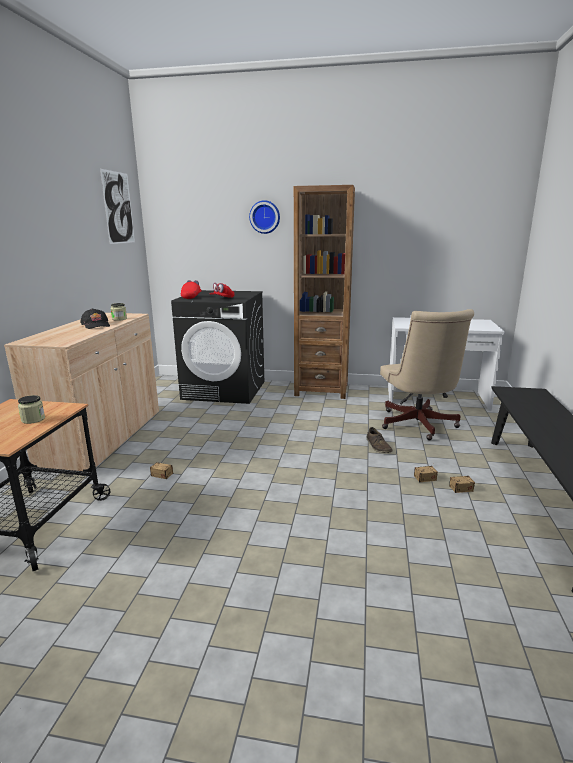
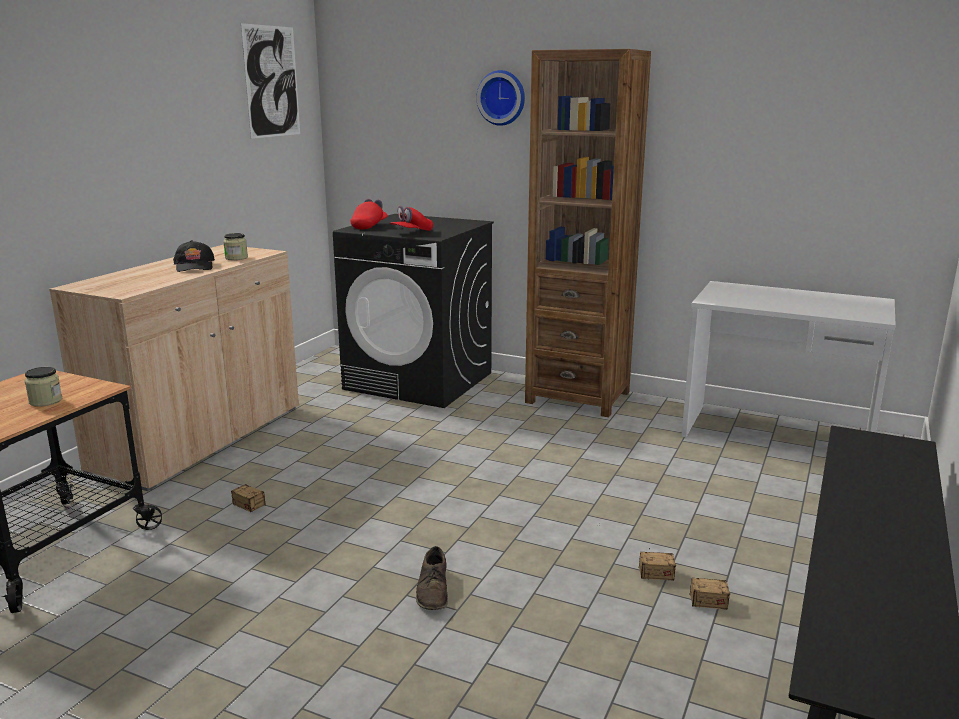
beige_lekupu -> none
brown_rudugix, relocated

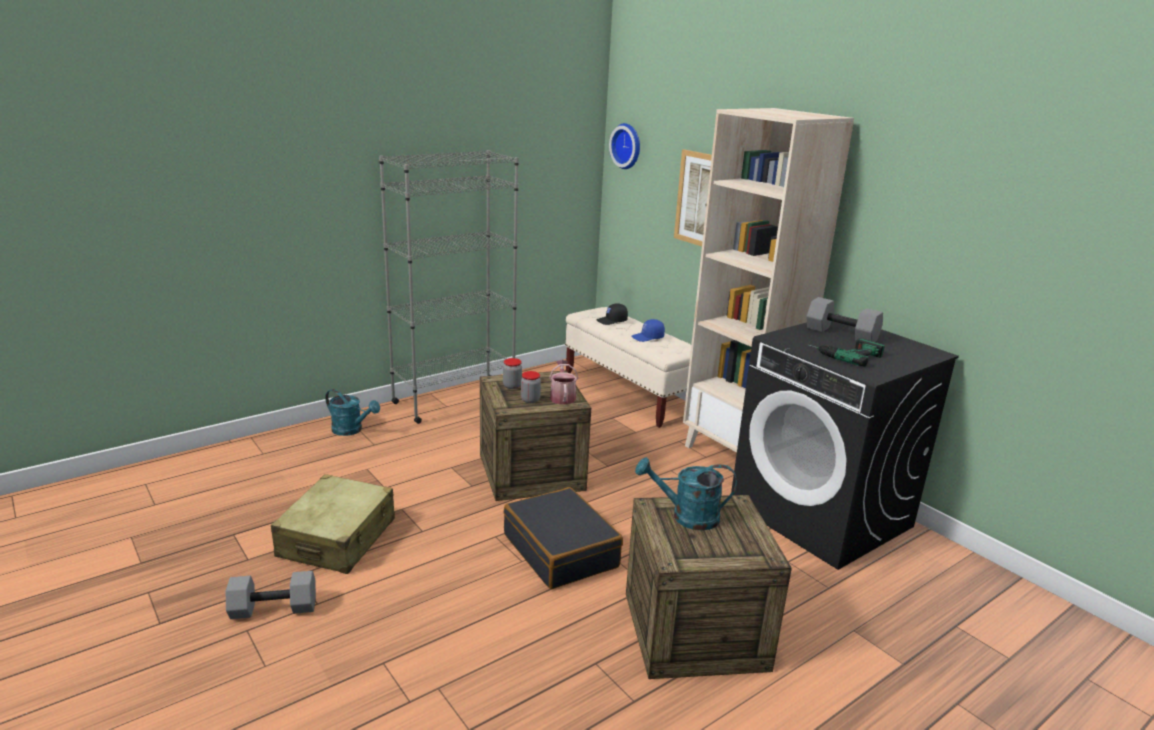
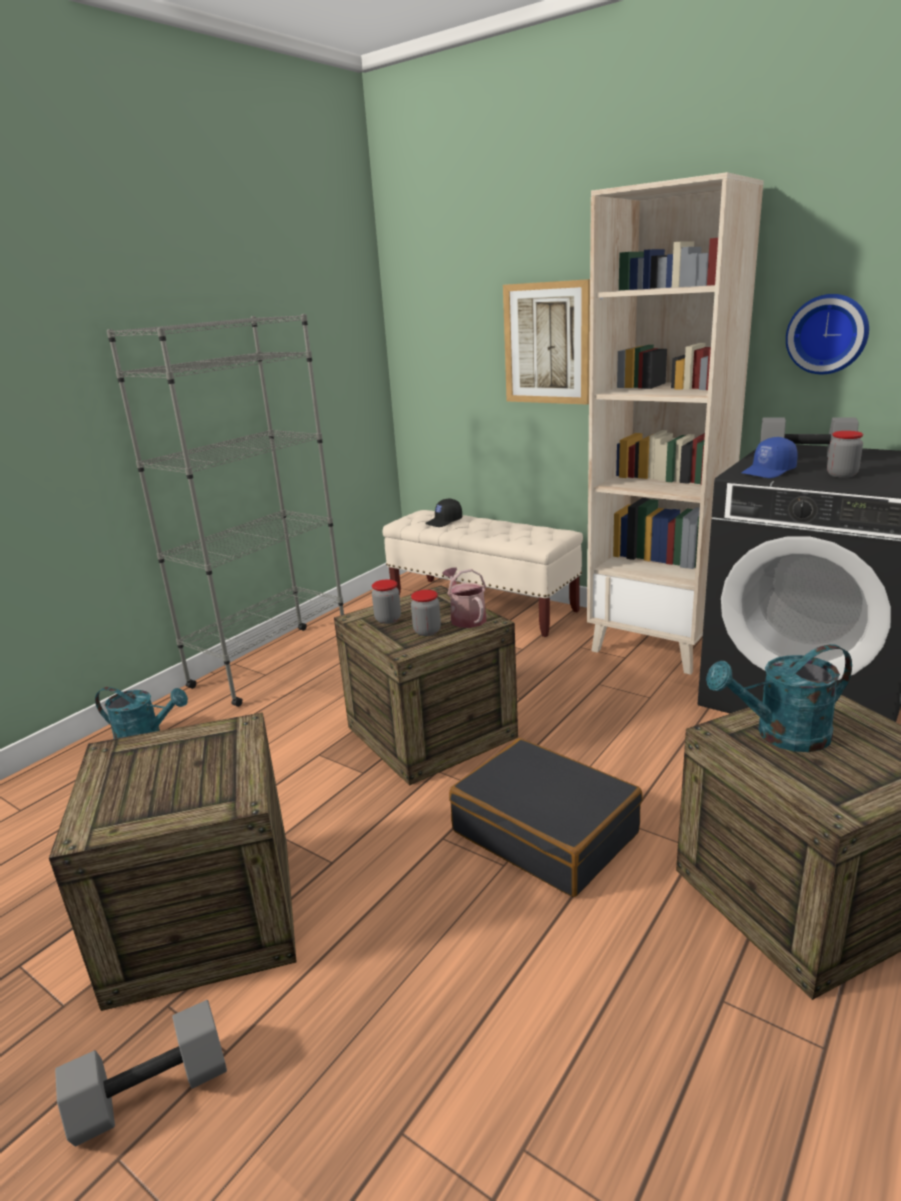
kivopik, relocated
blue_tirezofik, relocated
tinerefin -> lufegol (no. 3 from left)
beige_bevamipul -> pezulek (no. 1 from left)

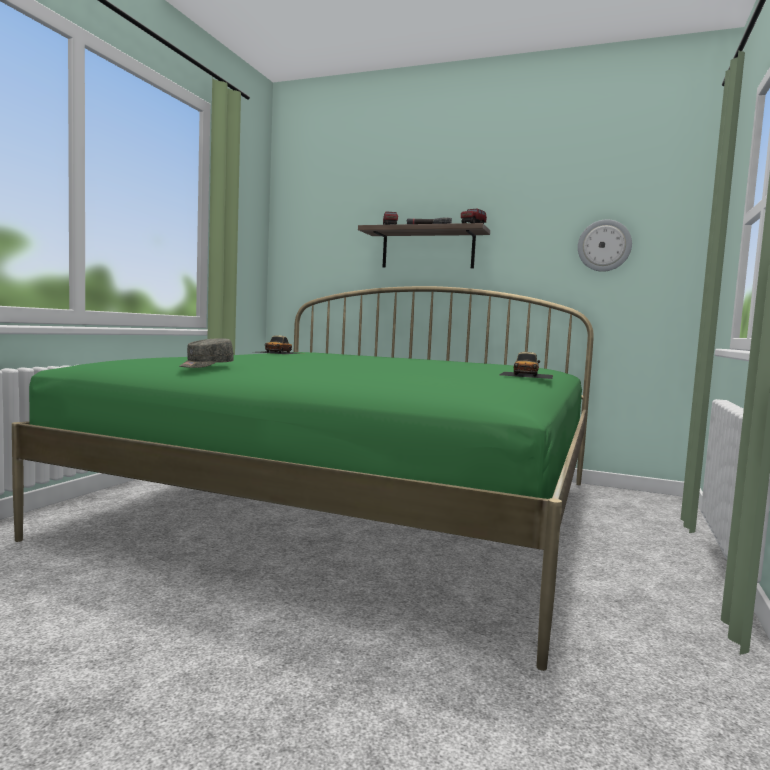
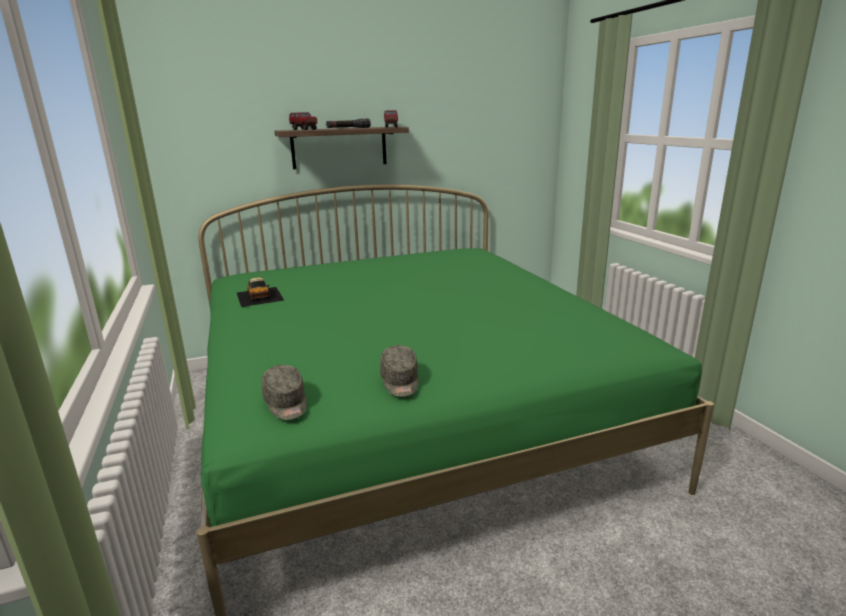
kivopik -> none
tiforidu (no. 2 from left) -> none
none -> grey_tirezofik (no. 1 from left)

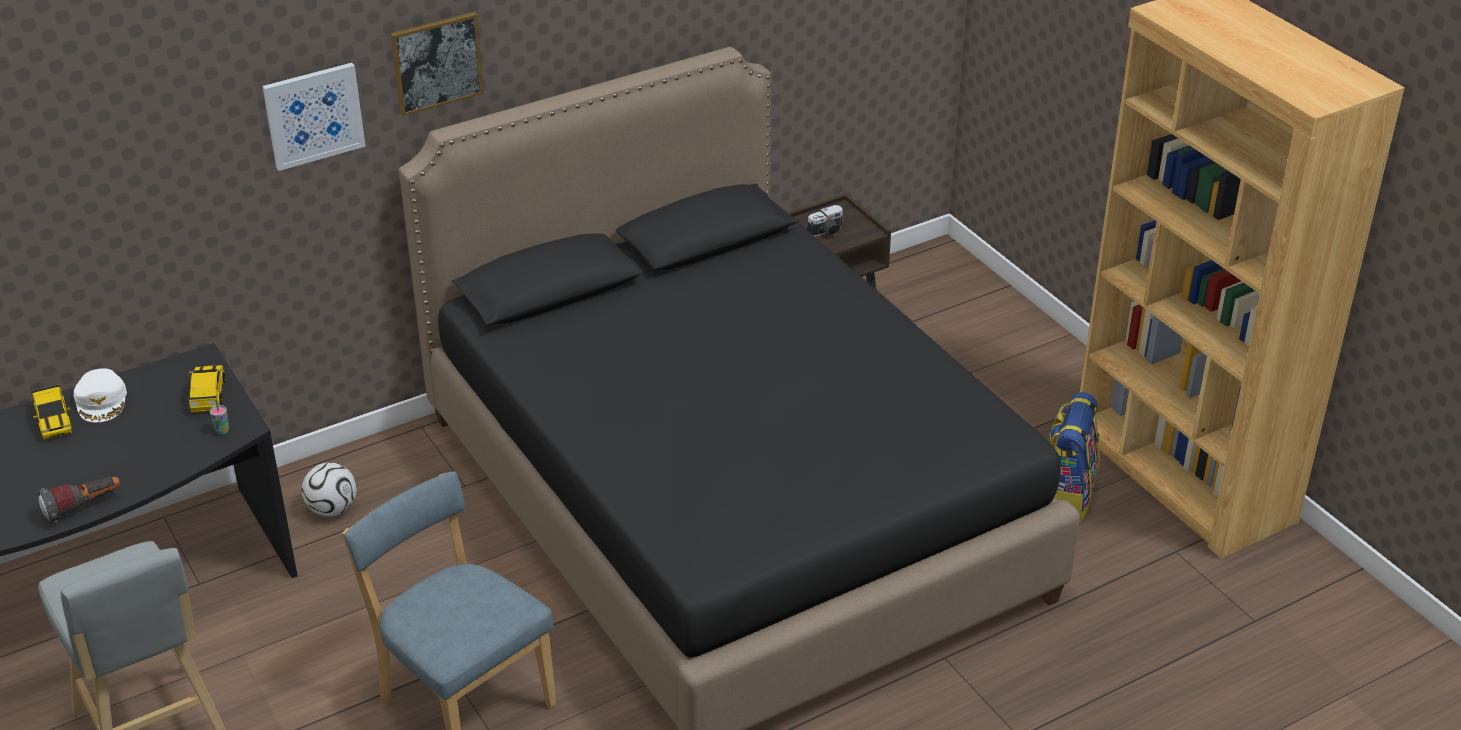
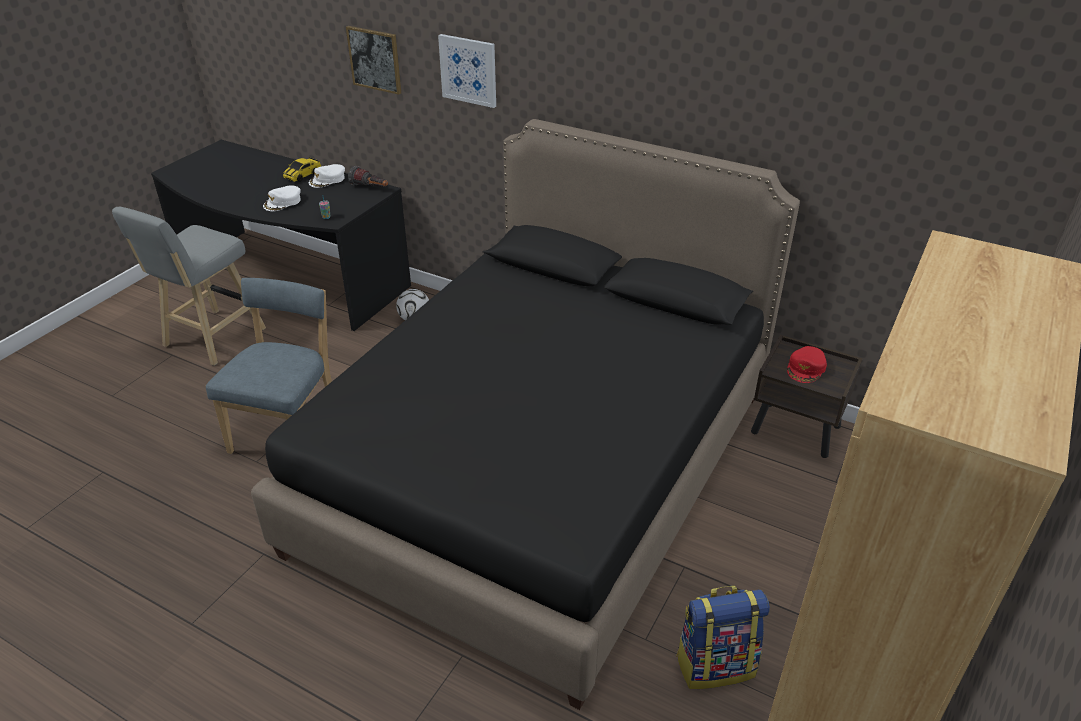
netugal (no. 2 from left in the first image) -> netugal (no. 1 from left), relocated
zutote -> red_tirezofik
tiforidu (no. 2 from left) -> none
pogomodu, relocated
none -> white_tirezofik (no. 1 from left)

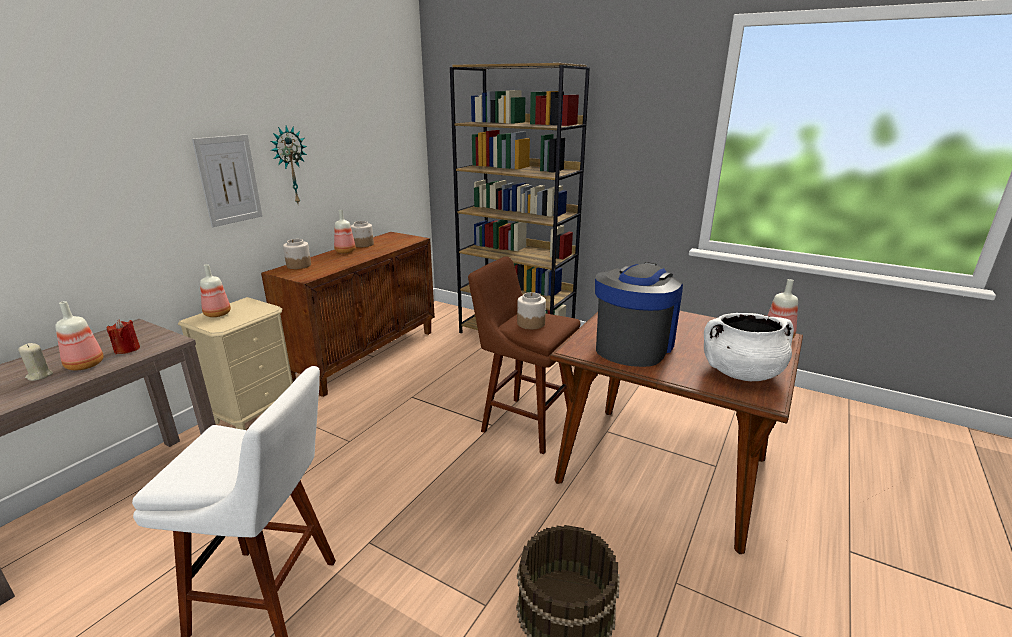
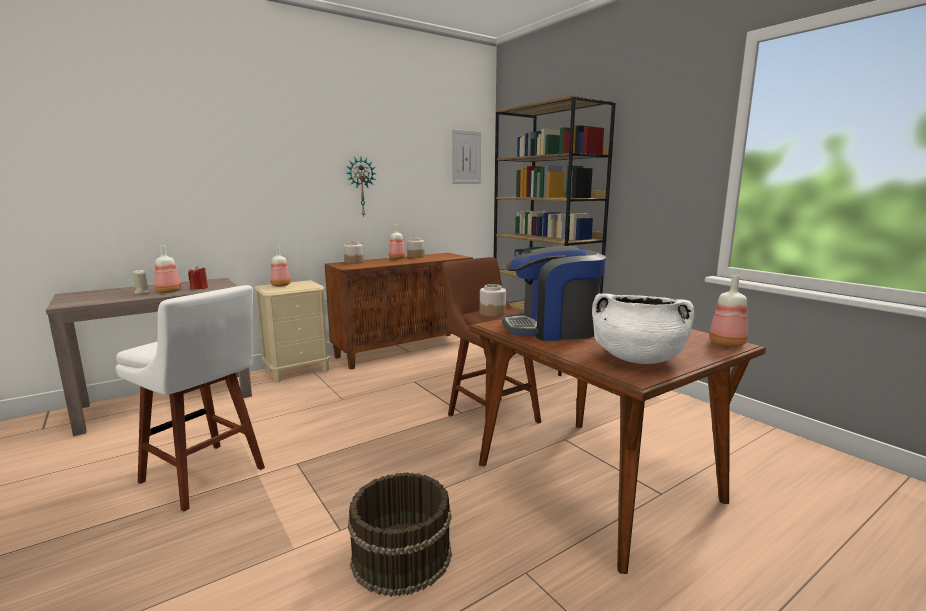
netugal, relocated
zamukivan, 150 degrees counterclockwise

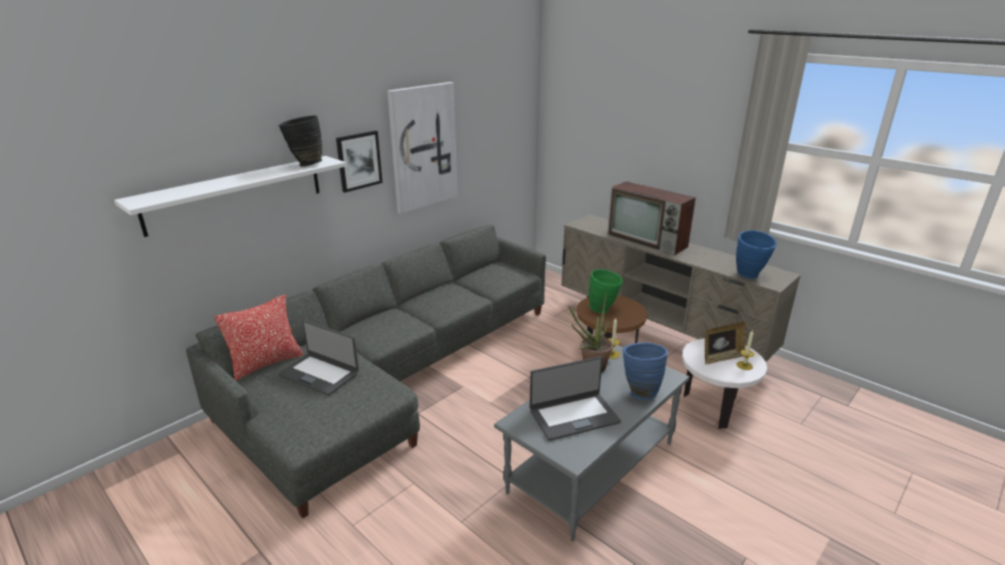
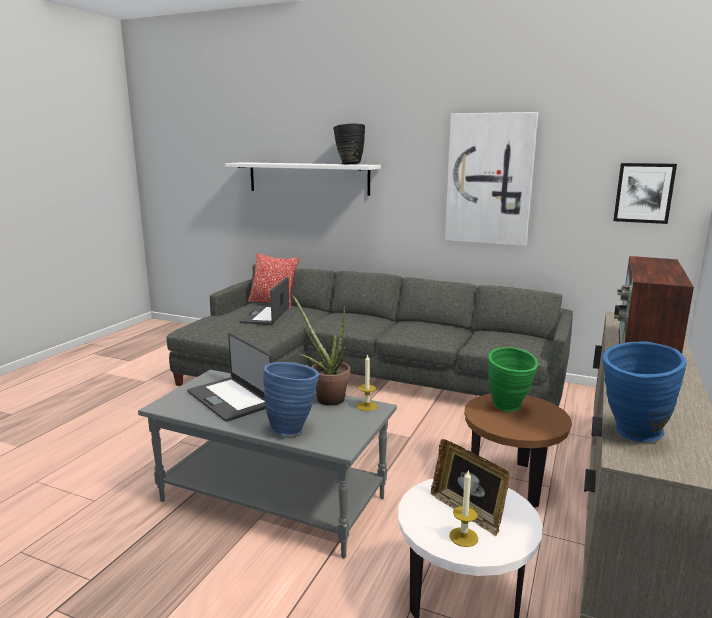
netugal (no. 1 from left in the first image) -> netugal (no. 2 from left), relocated

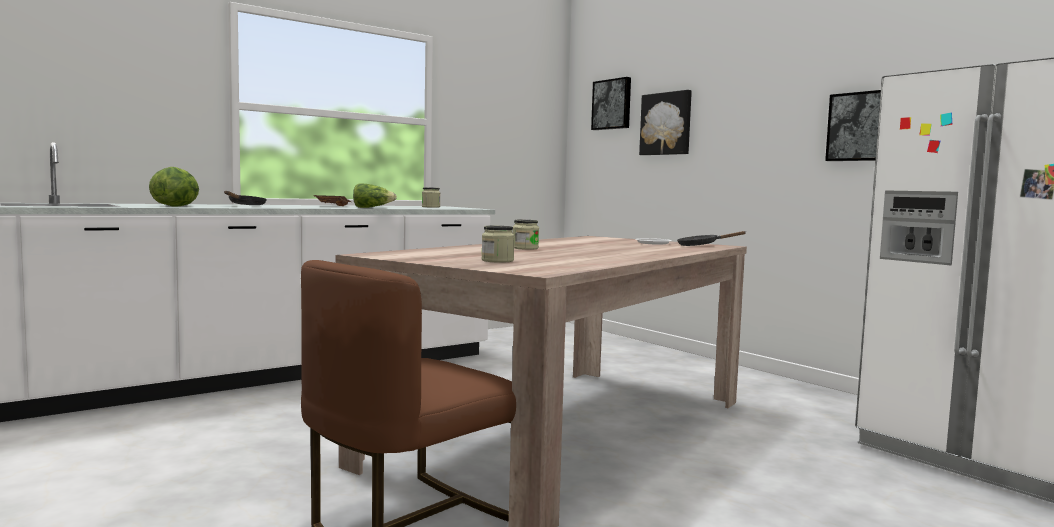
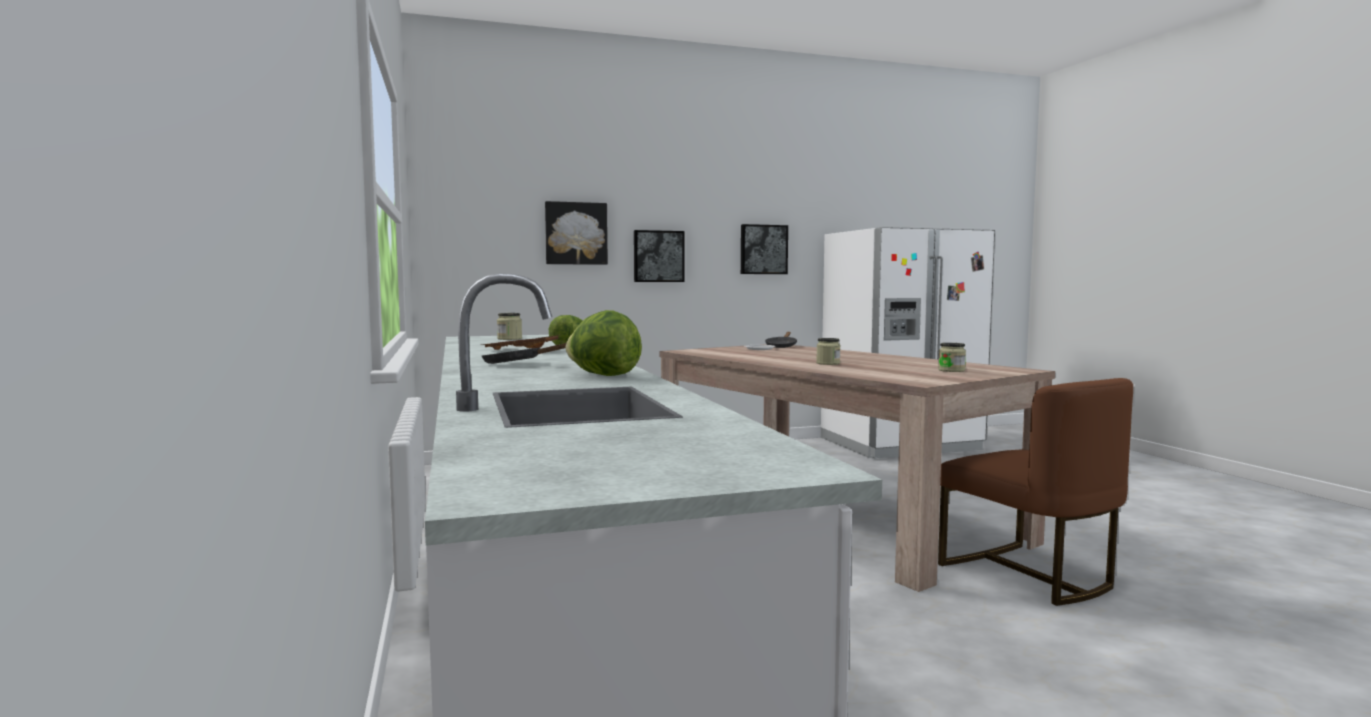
netugal (no. 1 from left in the first image) -> netugal (no. 2 from left), relocated

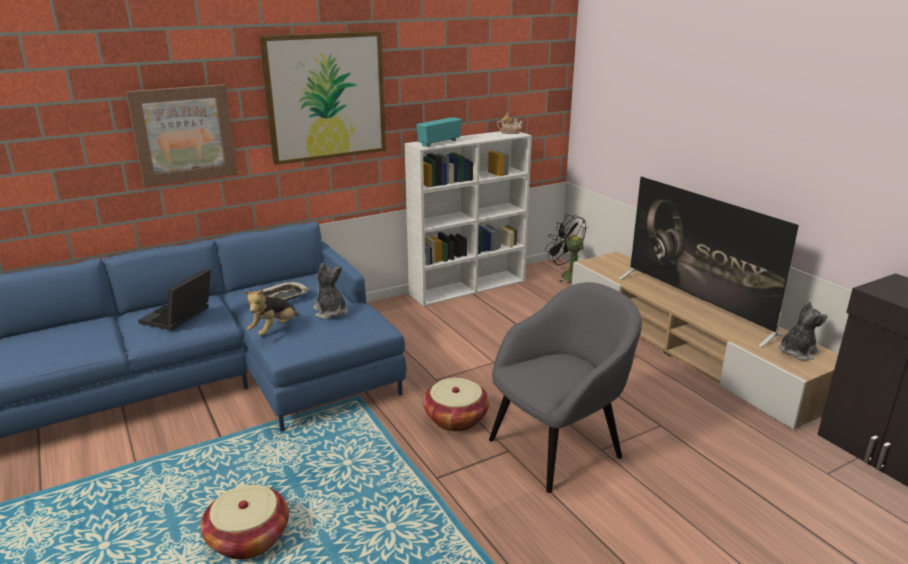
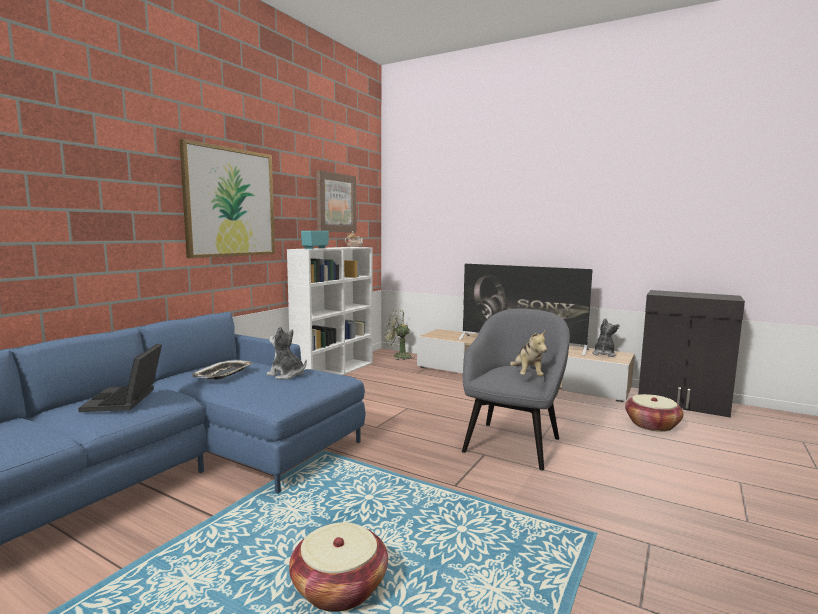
netugal (no. 1 from left in the first image) -> netugal (no. 2 from left), relocated
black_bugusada -> green_bugusada
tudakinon (no. 1 from left in the first image) -> tudakinon (no. 2 from left), relocated
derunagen (no. 2 from left), relocated

